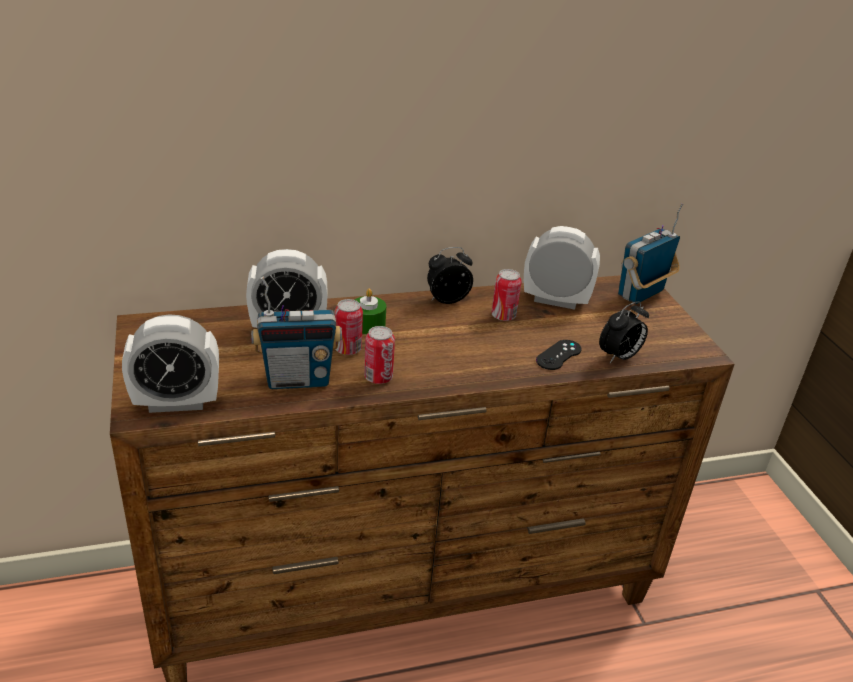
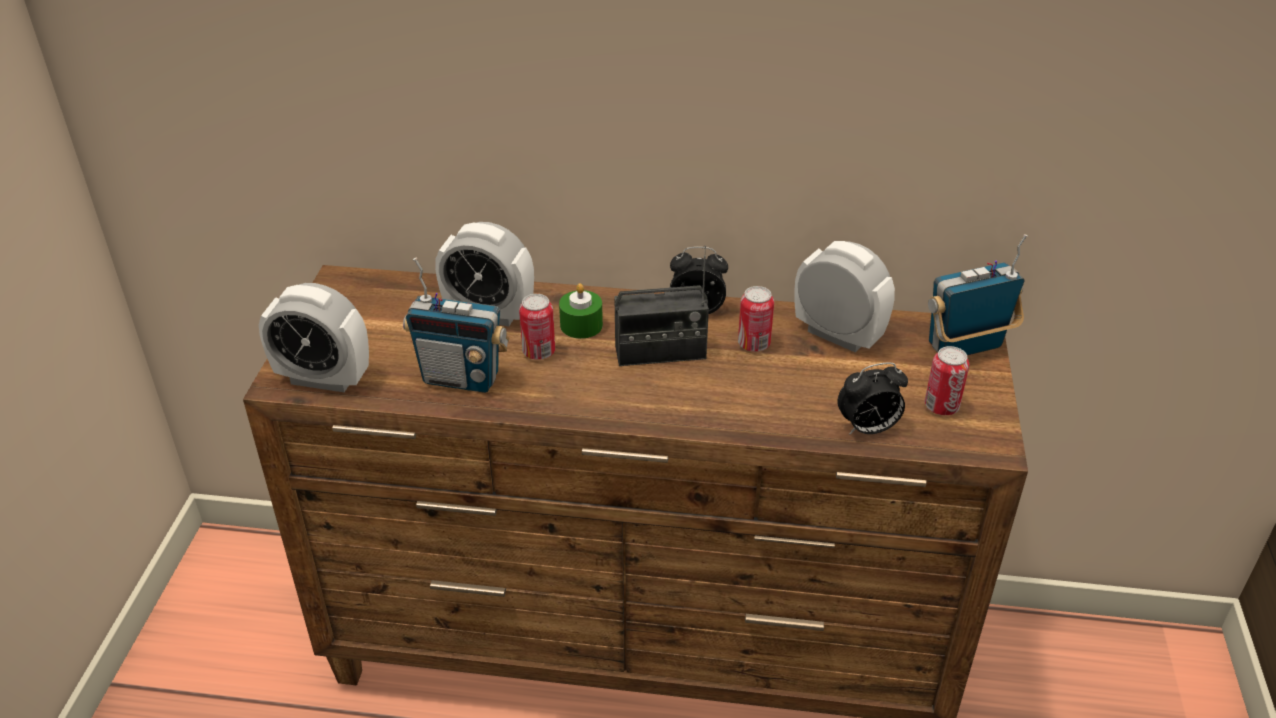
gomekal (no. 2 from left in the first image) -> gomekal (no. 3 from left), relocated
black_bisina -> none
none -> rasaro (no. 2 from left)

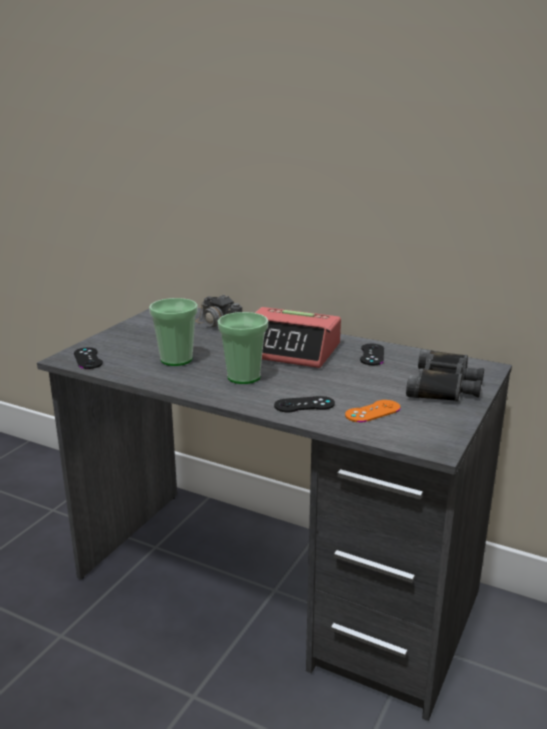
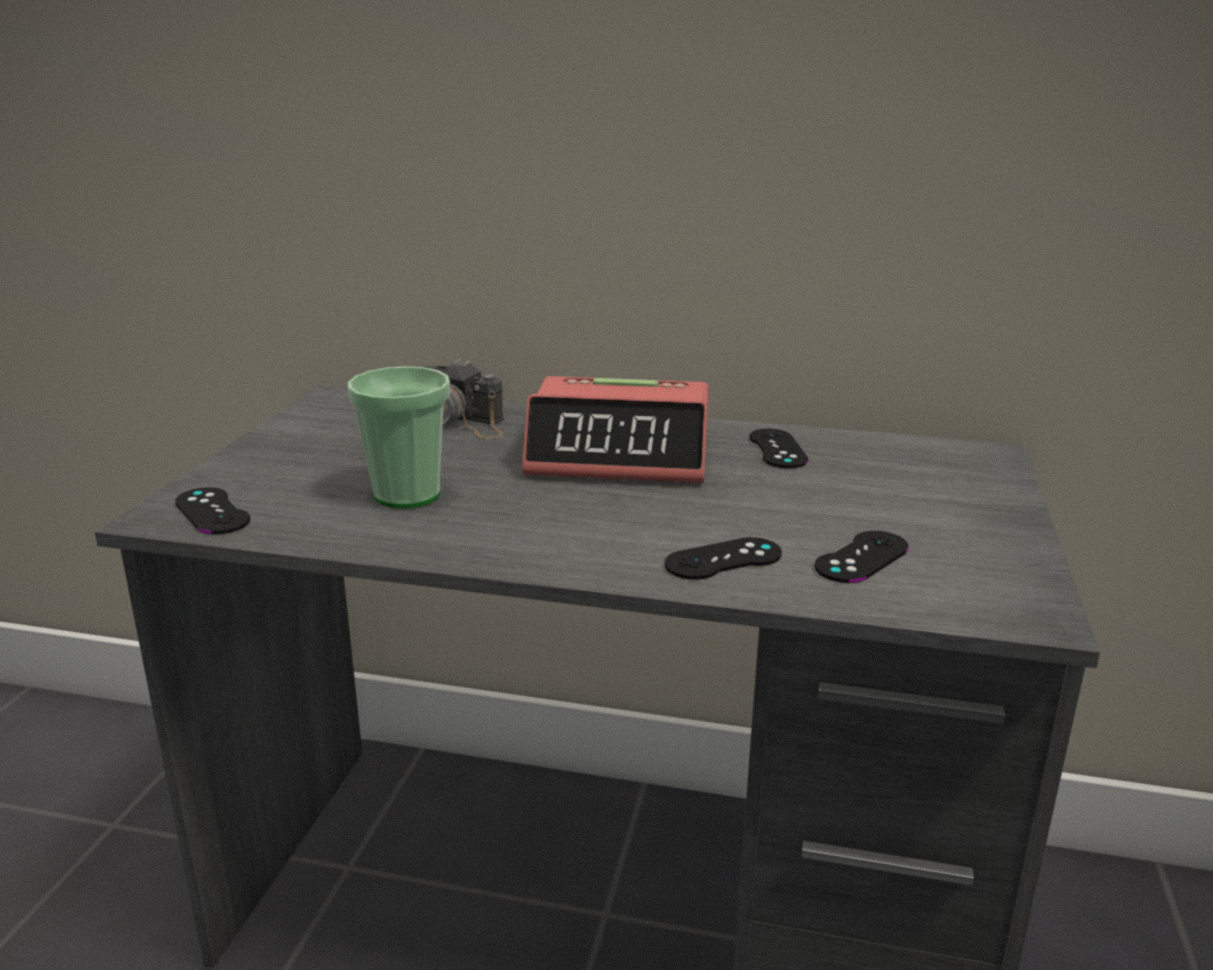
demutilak (no. 2 from left) -> none
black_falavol -> none
orange_bisina -> black_bisina (no. 4 from left)

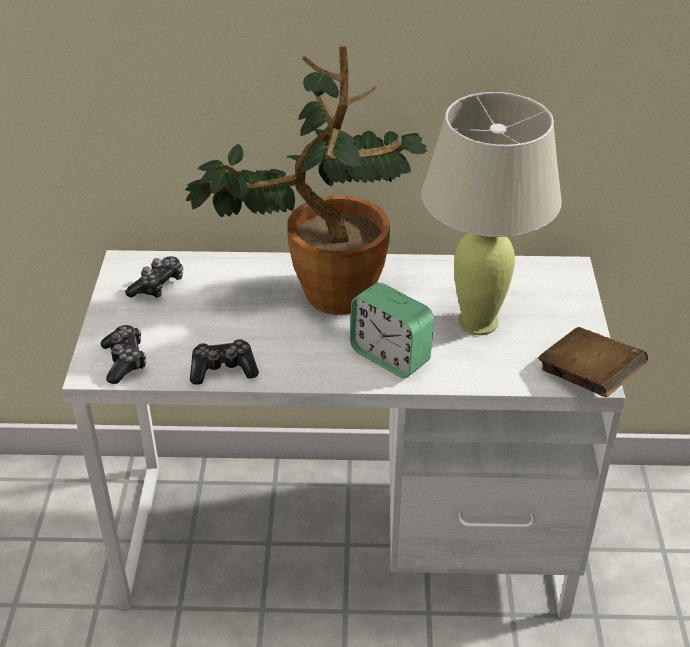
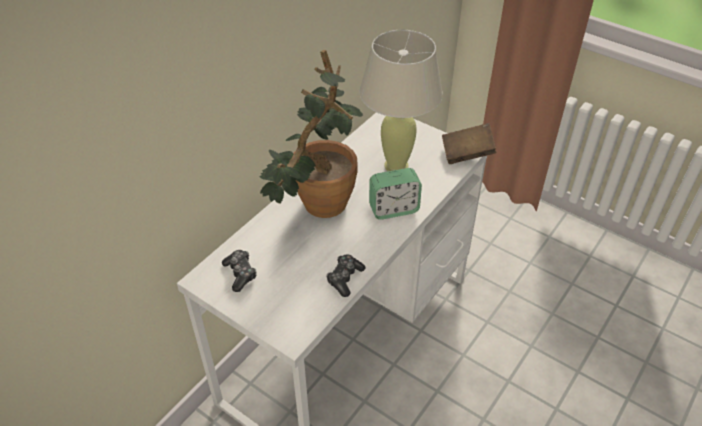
bisina (no. 1 from left) -> none

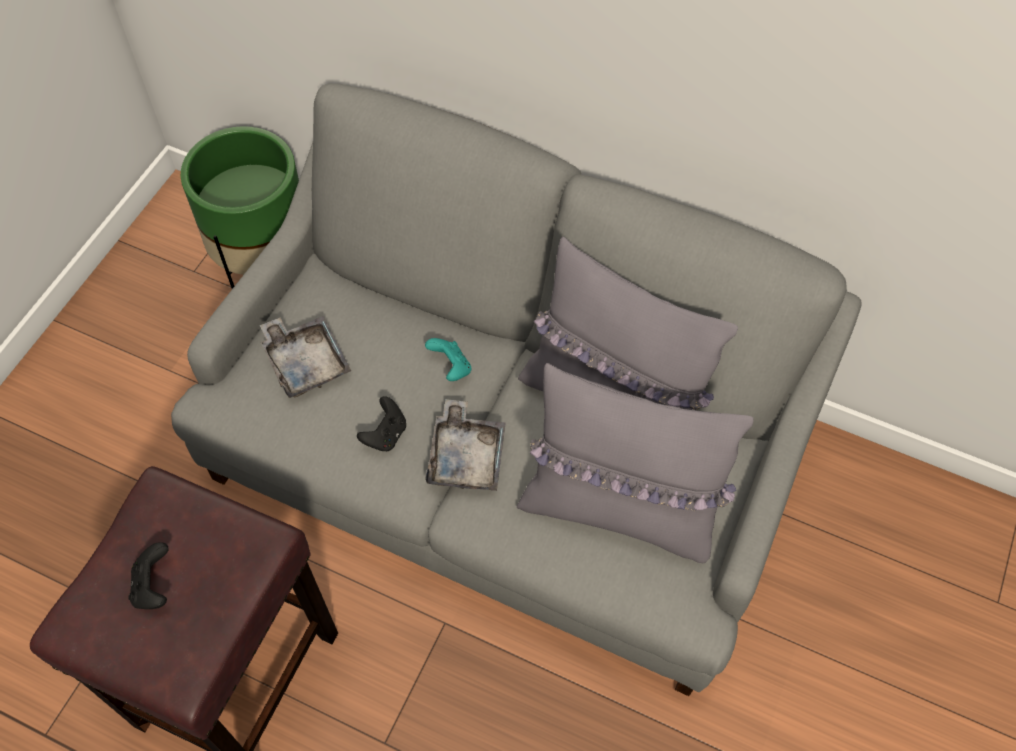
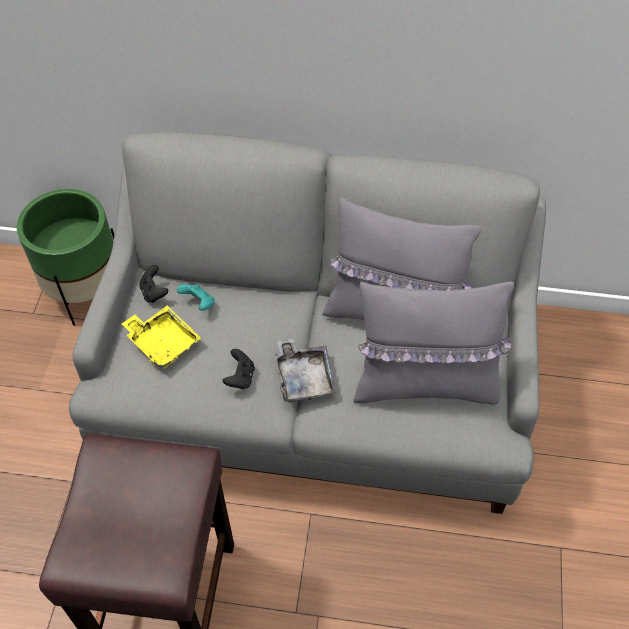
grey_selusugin (no. 1 from left) -> yellow_selusugin
turquoise_bisina, relocated
black_bisina (no. 1 from left), relocated

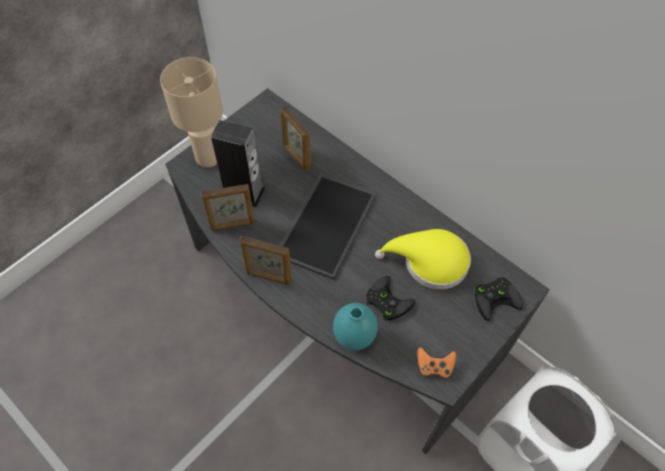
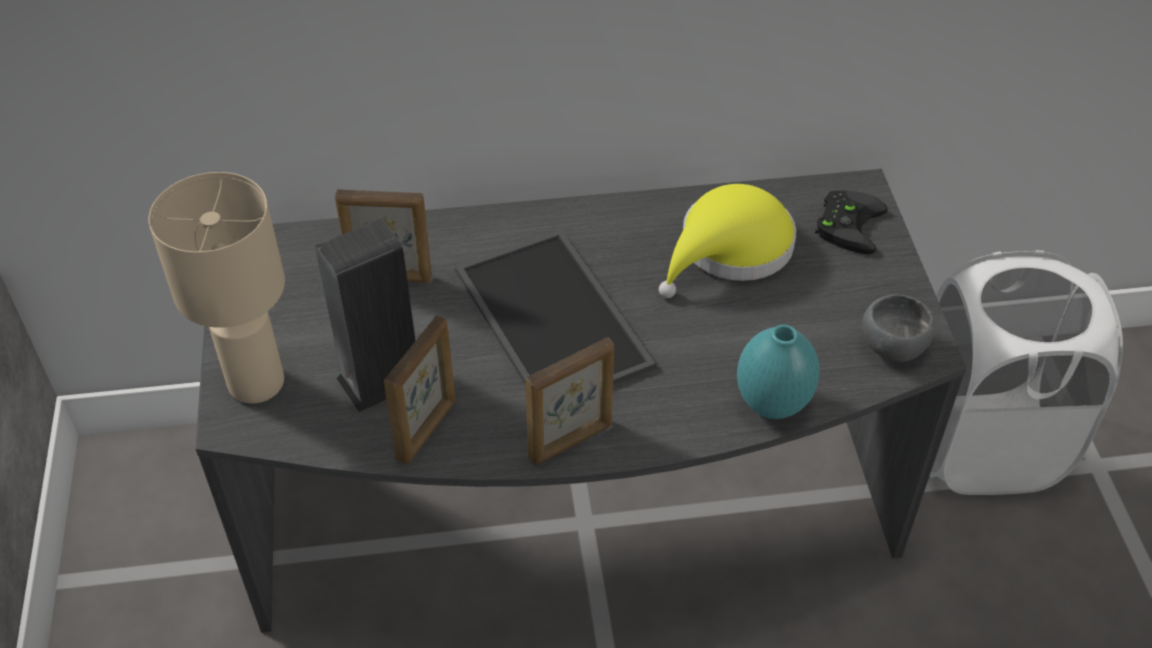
black_bisina (no. 1 from left) -> none
orange_bisina -> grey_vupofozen

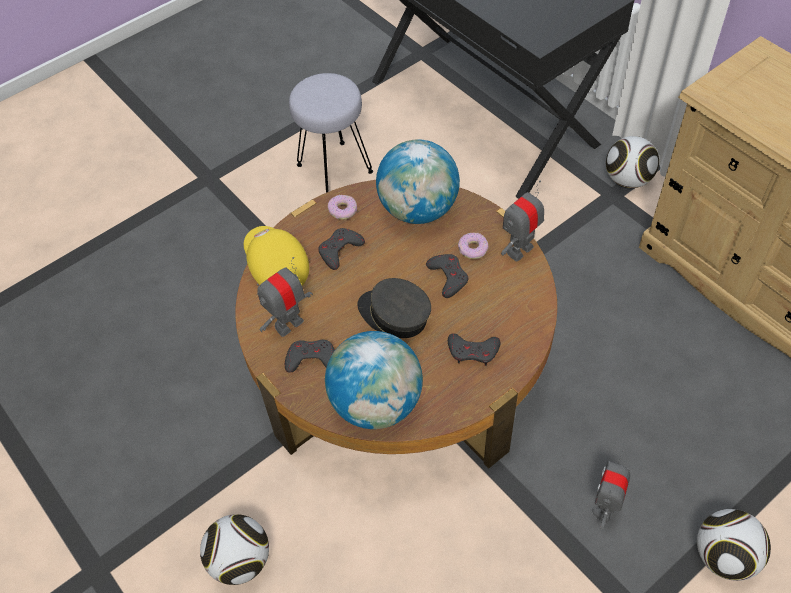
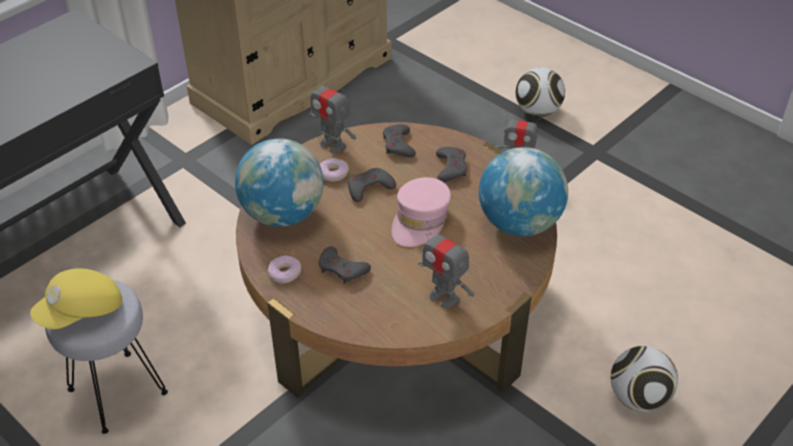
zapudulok (no. 2 from left) -> none
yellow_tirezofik, relocated
grey_tirezofik -> pink_tirezofik
grey_bisina (no. 1 from left in the first image) -> grey_bisina (no. 3 from left), relocated

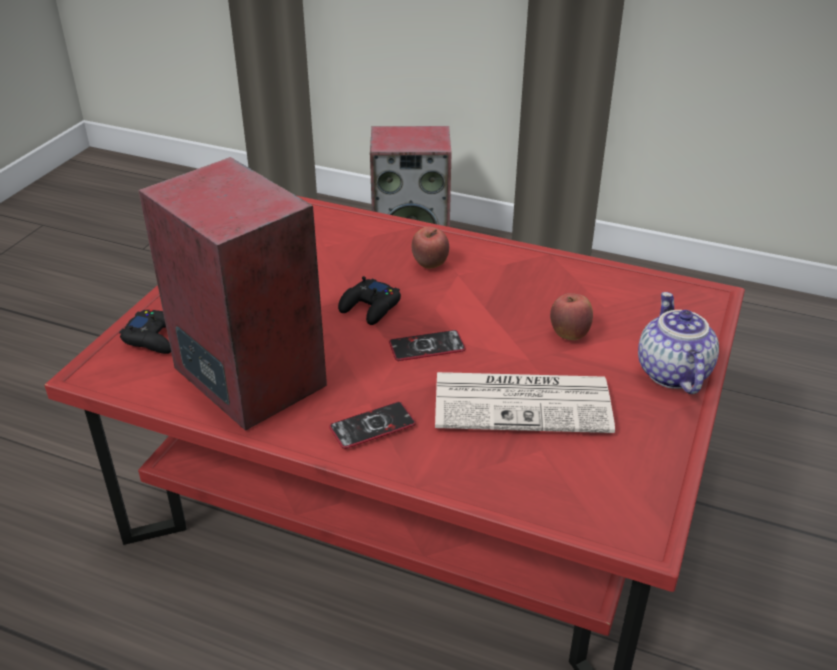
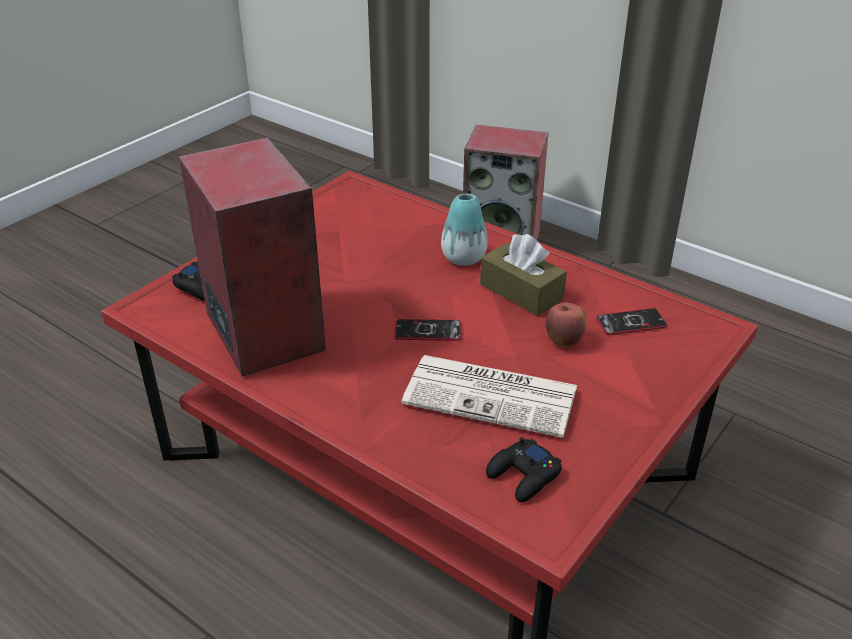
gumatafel (no. 1 from left) -> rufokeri
black_bisina (no. 2 from left), relocated
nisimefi -> none
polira (no. 1 from left in the first image) -> polira (no. 2 from left), relocated
none -> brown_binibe

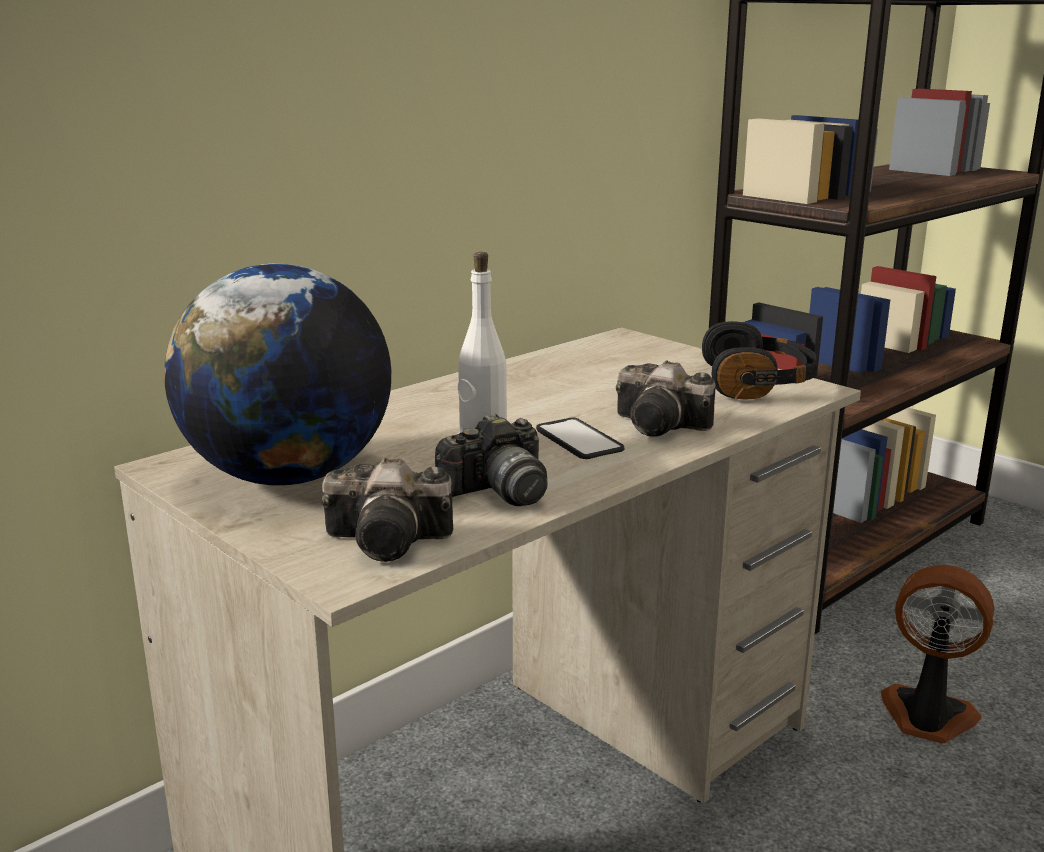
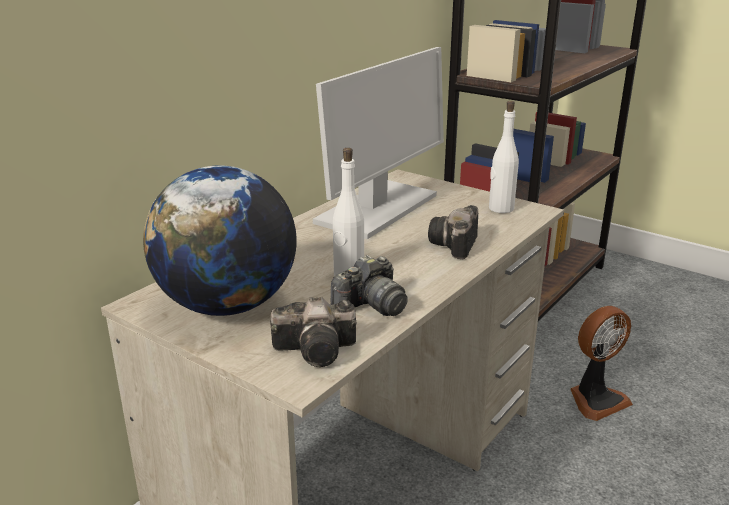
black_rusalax -> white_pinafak (no. 2 from left)
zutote (no. 3 from left), 90 degrees clockwise
polira -> none
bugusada, 135 degrees clockwise
none -> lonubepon

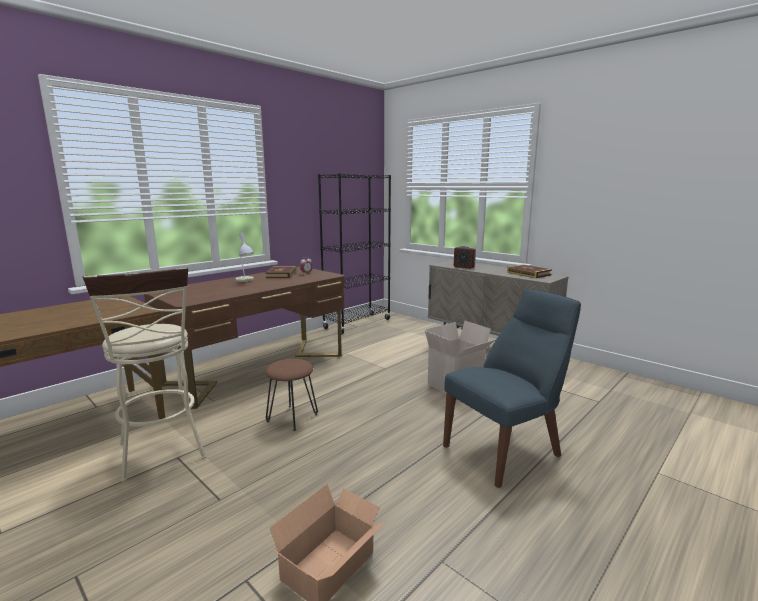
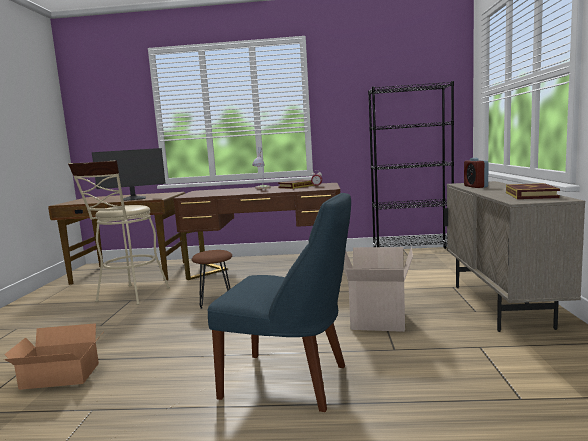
none -> lonubepon

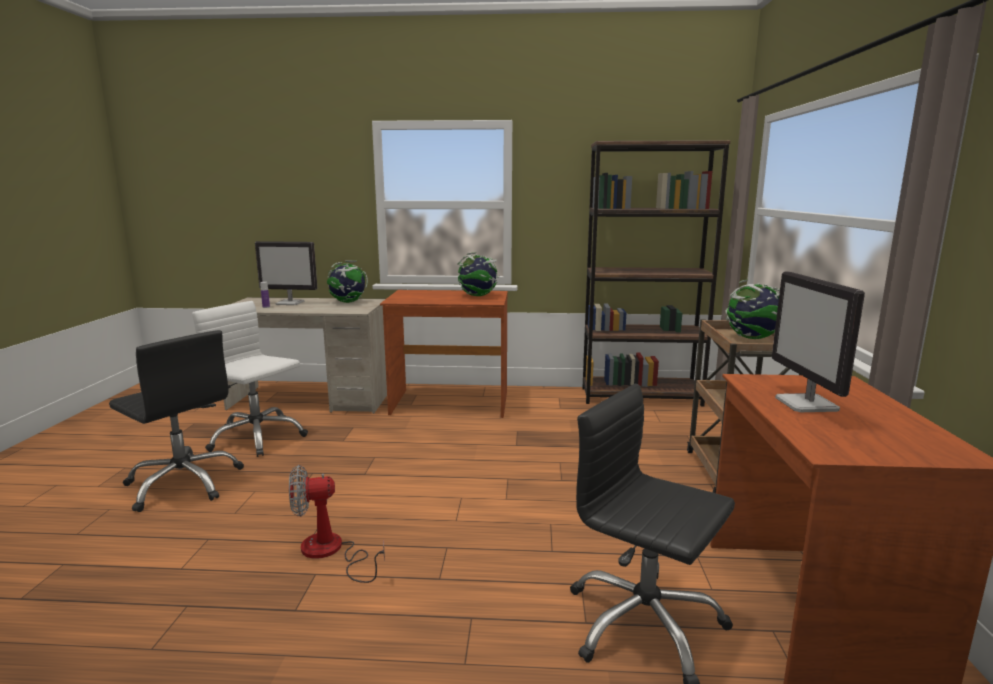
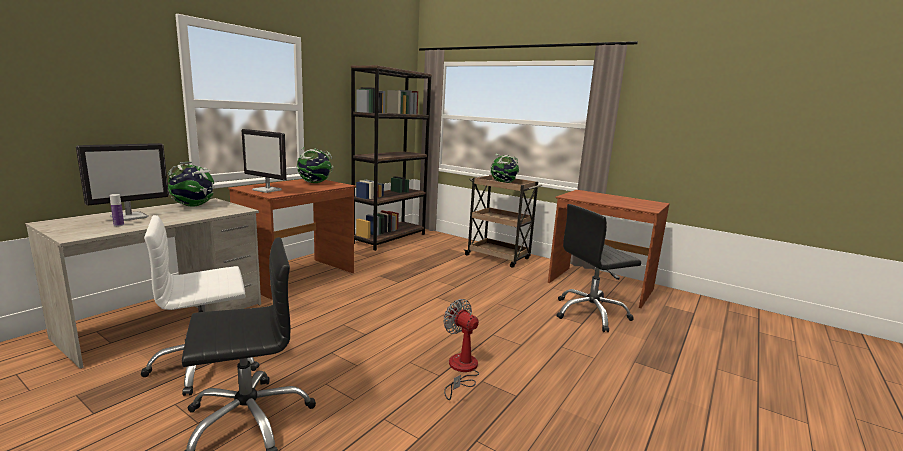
lonubepon (no. 2 from left), relocated
bugusada, 120 degrees clockwise

